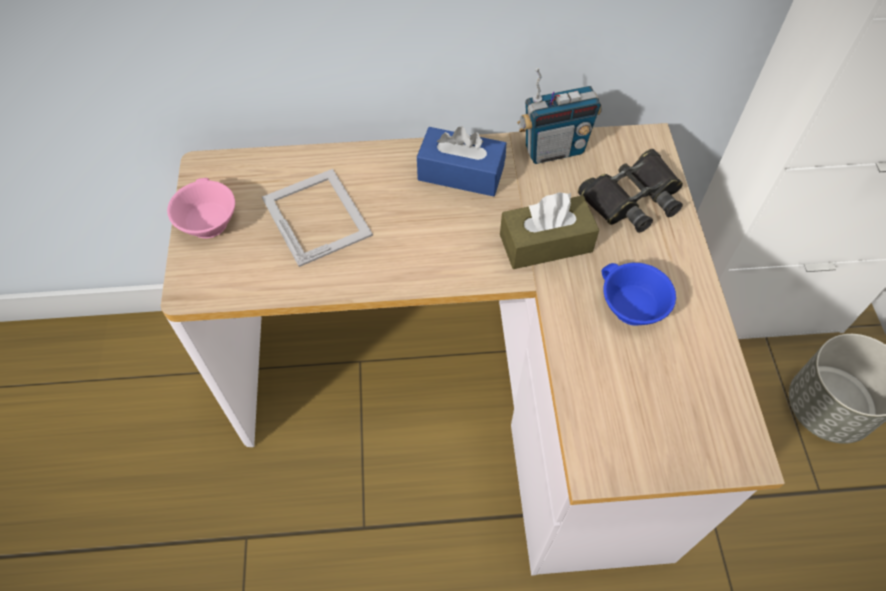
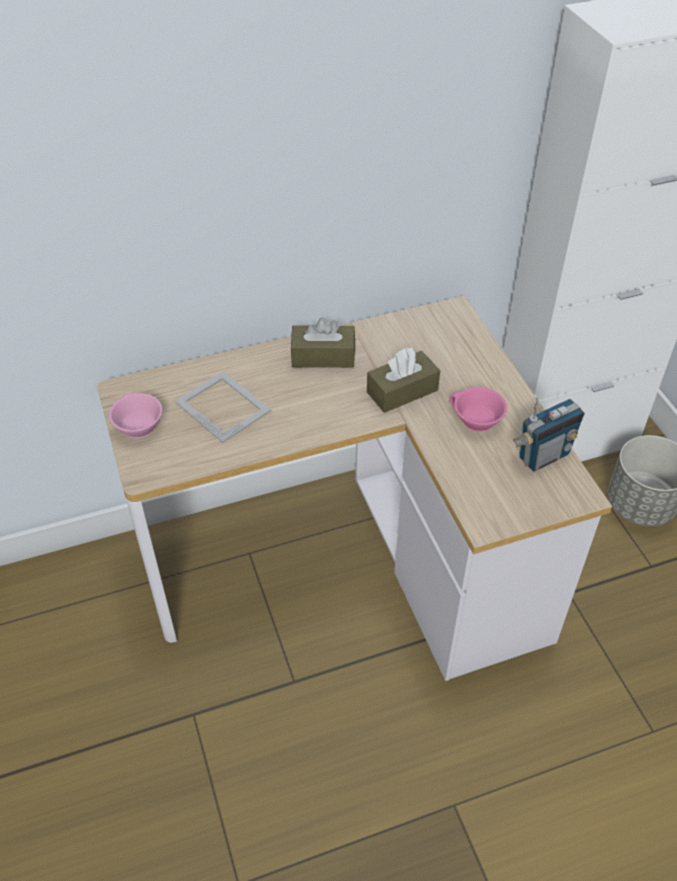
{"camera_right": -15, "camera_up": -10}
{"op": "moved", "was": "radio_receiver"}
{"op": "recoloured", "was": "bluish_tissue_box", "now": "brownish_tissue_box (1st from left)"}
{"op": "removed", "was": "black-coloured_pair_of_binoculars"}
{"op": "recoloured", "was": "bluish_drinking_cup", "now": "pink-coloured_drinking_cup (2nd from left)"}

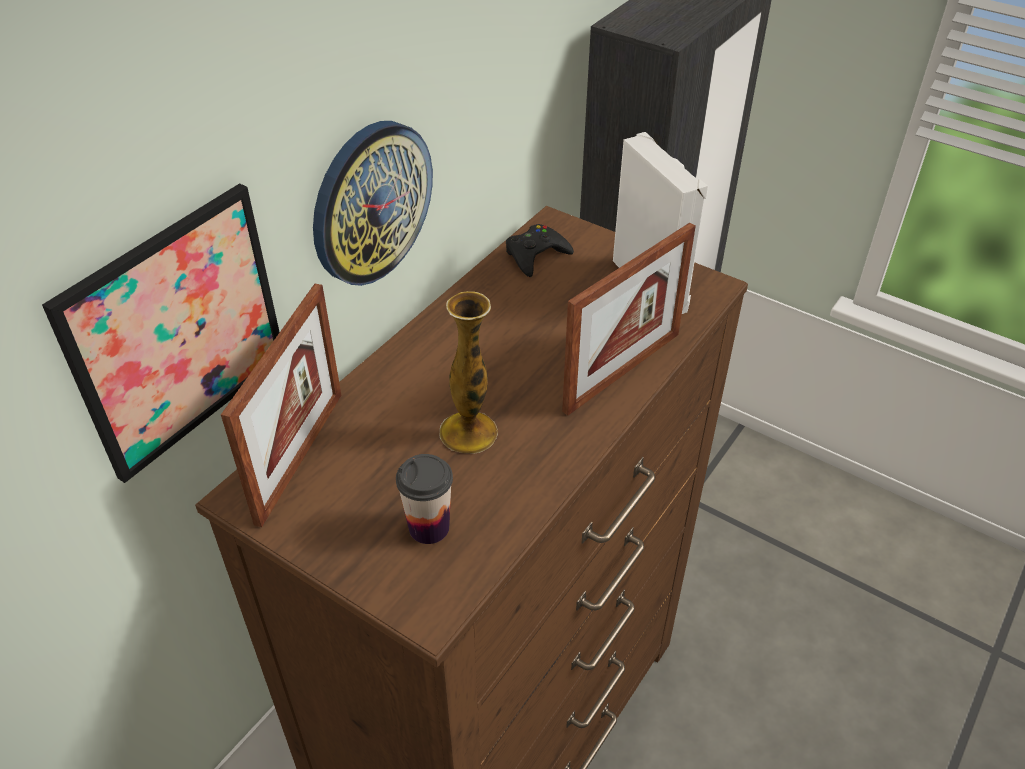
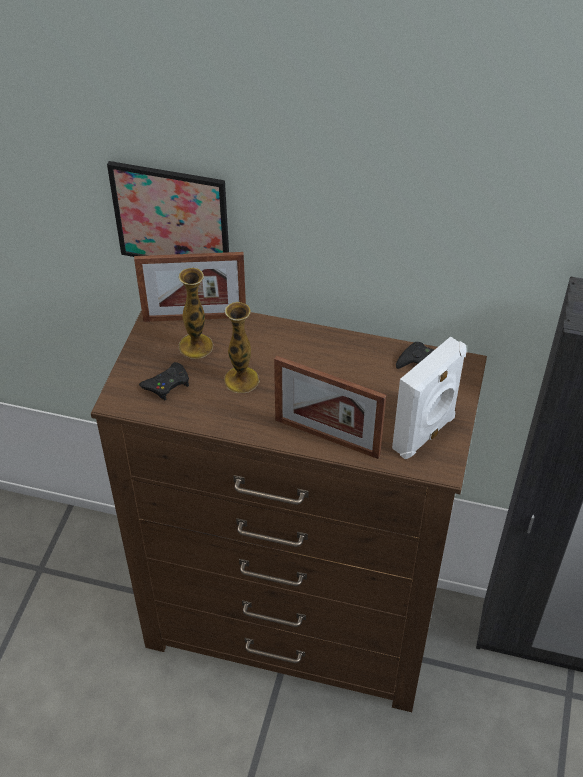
{"camera_right": 70, "camera_up": 5}
{"op": "removed", "was": "wall_clock"}
{"op": "replaced", "was": "drinking_cup", "now": "black-coloured_gamepad (1st from left)"}
{"op": "added", "now": "vase (1st from left)"}

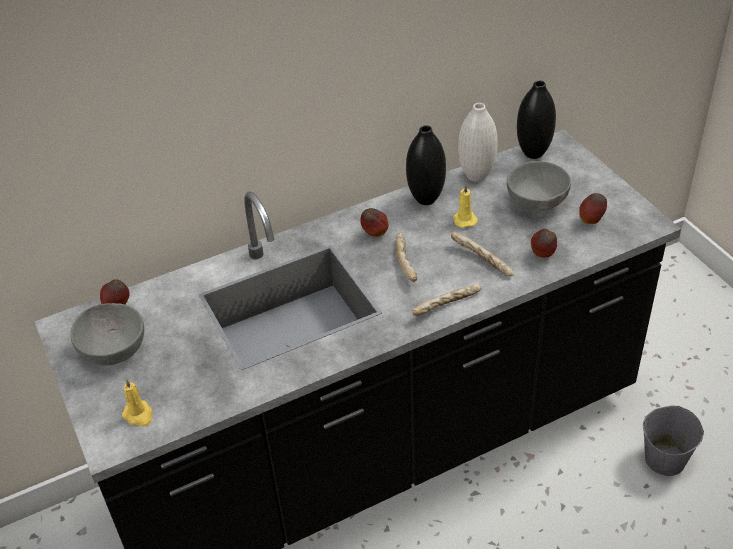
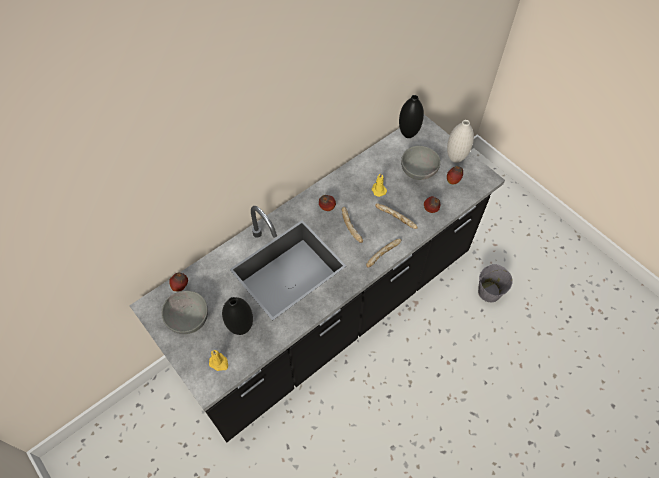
{"camera_right": -15, "camera_up": 15}
{"op": "moved", "was": "white_vase"}
{"op": "moved", "was": "black-coloured_vase (1st from left)"}

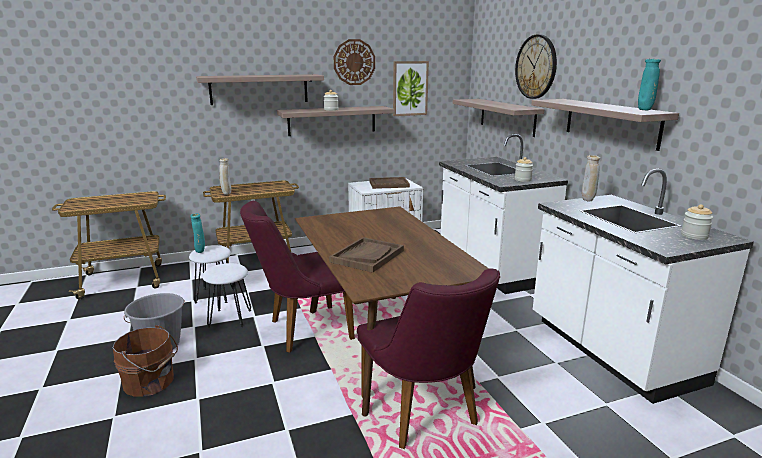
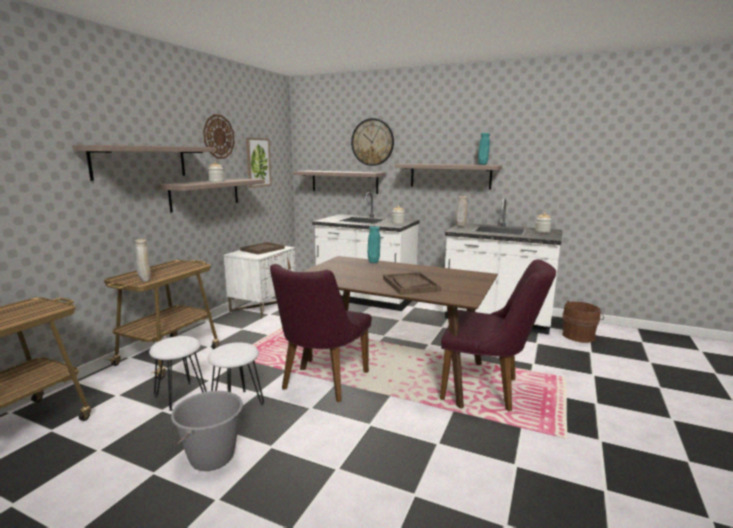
{"camera_right": -45, "camera_up": -5}
{"op": "moved", "was": "turquoise_vase (1st from left)"}
{"op": "moved", "was": "brownish_pail"}

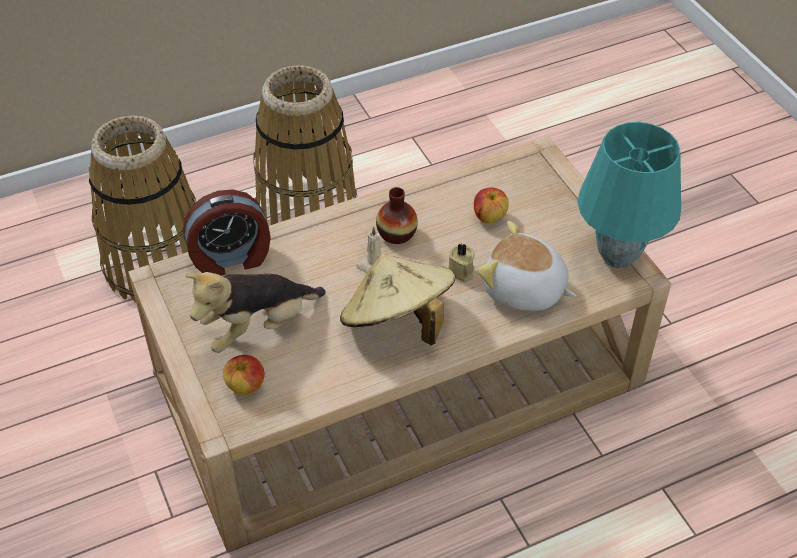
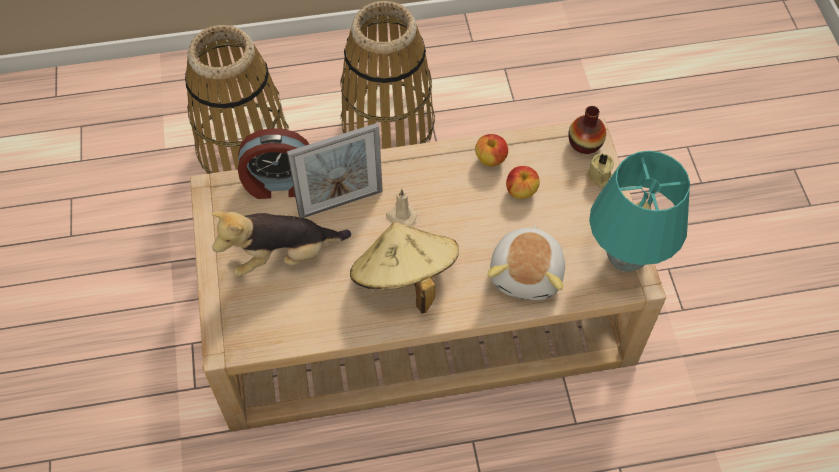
{"camera_right": 15, "camera_up": 10}
{"op": "moved", "was": "vase"}
{"op": "turned", "was": "soft_toy (2nd from left)", "clockwise": -120}
{"op": "moved", "was": "sand-coloured_wax_candle (2nd from left)"}
{"op": "moved", "was": "apple (1st from left)"}
{"op": "added", "now": "photo_frame"}

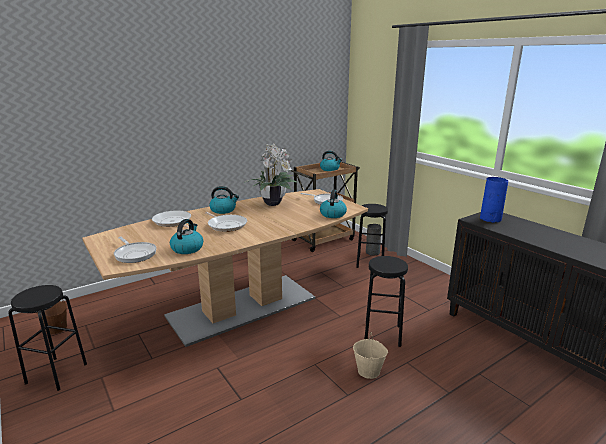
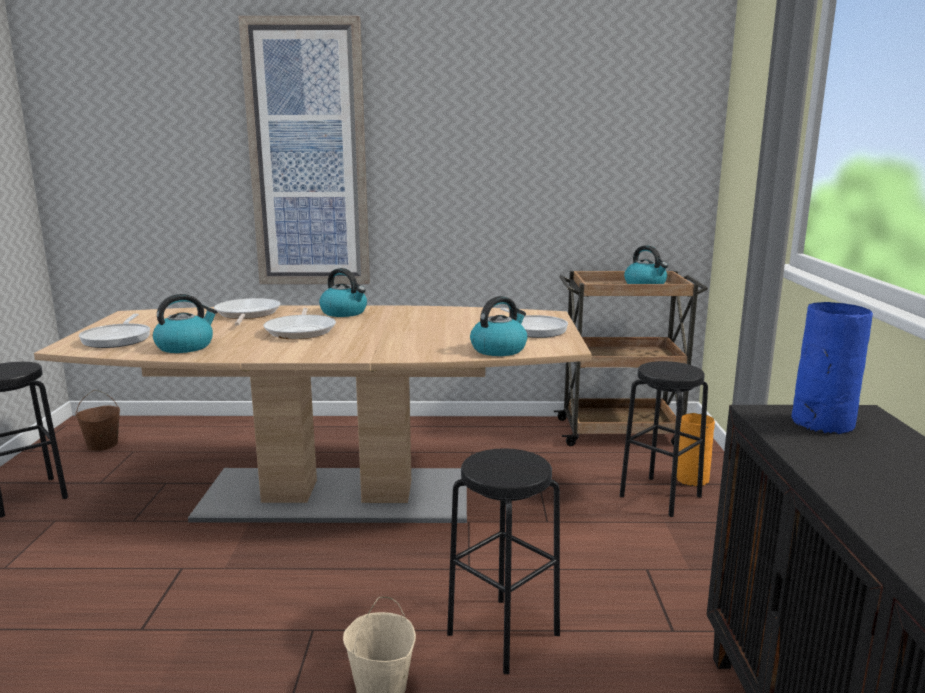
{"camera_right": 35, "camera_up": -5}
{"op": "removed", "was": "potted_plant"}
{"op": "recoloured", "was": "grey_vase", "now": "orangey_vase"}
{"op": "added", "now": "wall_picture"}

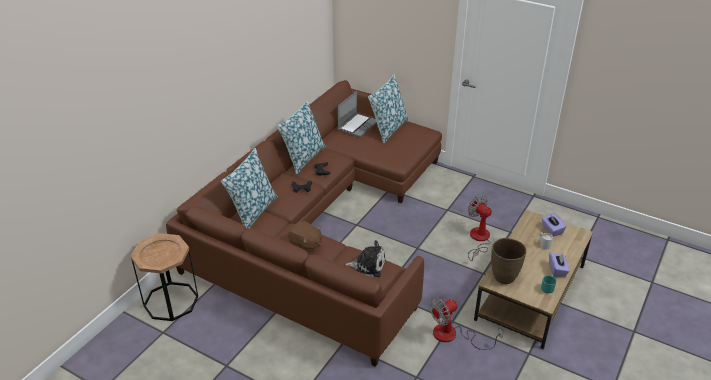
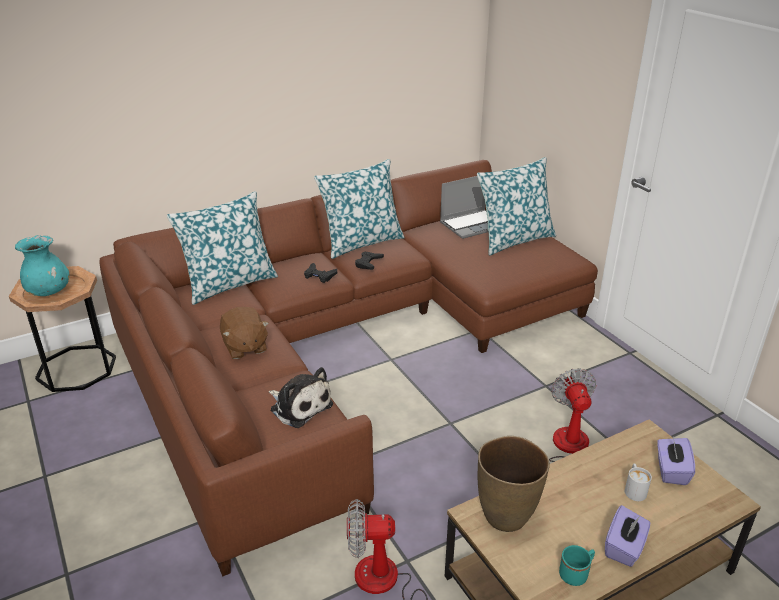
{"camera_right": 30, "camera_up": -5}
{"op": "added", "now": "turquoise_vase"}

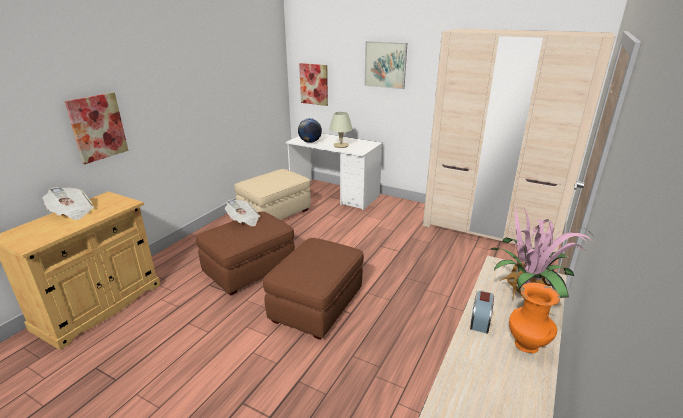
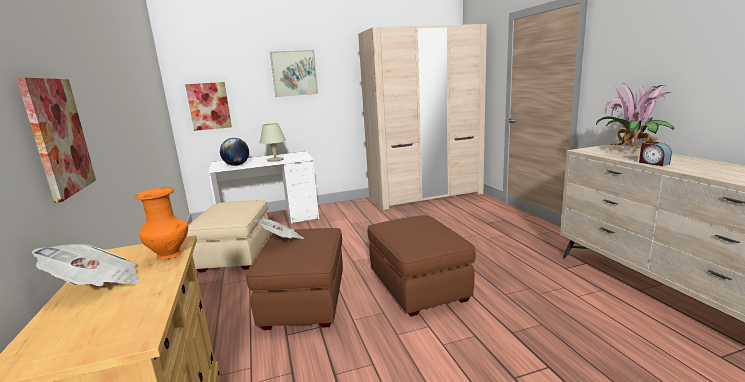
{"camera_right": -45, "camera_up": -10}
{"op": "moved", "was": "orangey_vase"}

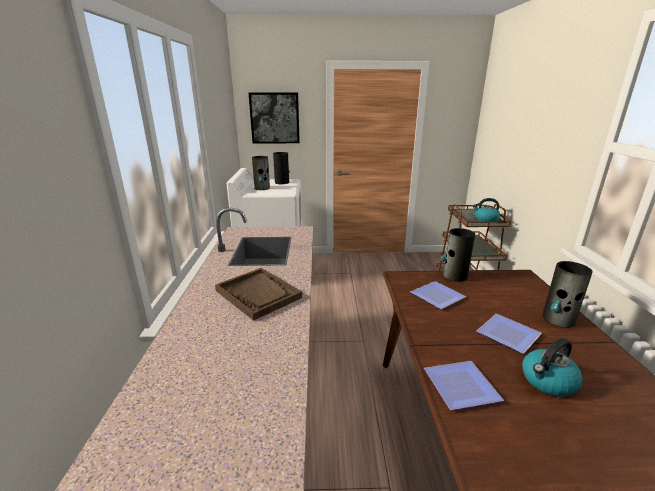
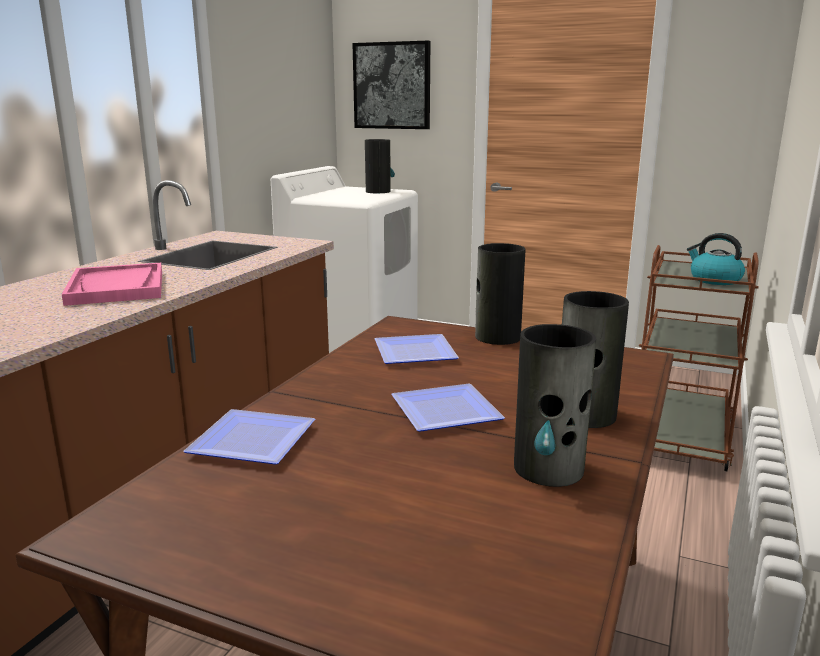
{"camera_right": 25, "camera_up": -5}
{"op": "moved", "was": "vase (1st from left in the first image)", "now": "vase (3rd from left)"}
{"op": "recoloured", "was": "brownish_serving_tray", "now": "pink-coloured_serving_tray"}
{"op": "removed", "was": "tea_kettle (2nd from left)"}

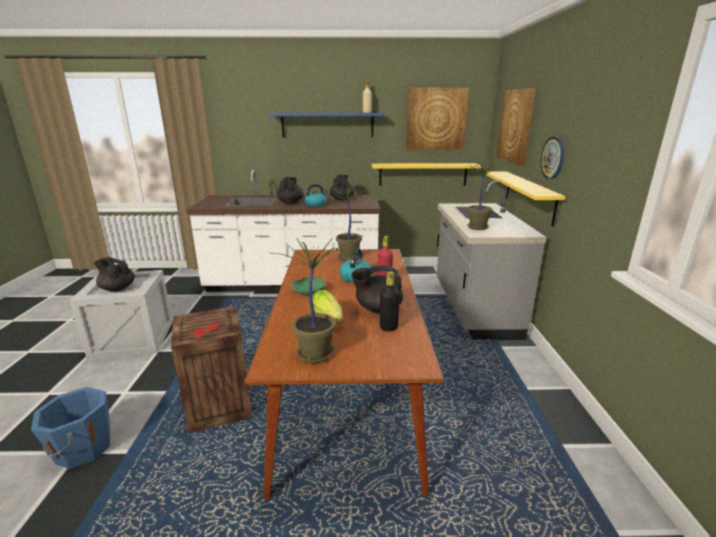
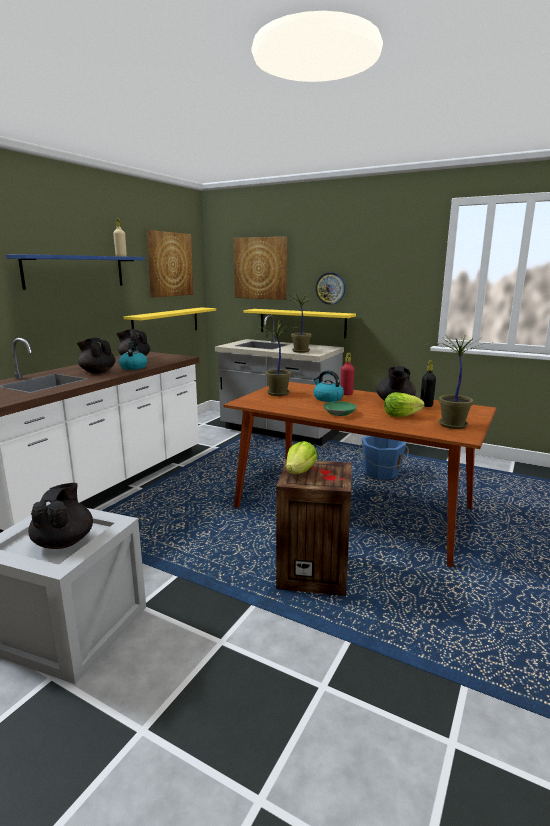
{"camera_right": -60, "camera_up": -5}
{"op": "turned", "was": "black-coloured_teapot (1st from left)", "clockwise": 120}
{"op": "moved", "was": "bluish_pail"}
{"op": "added", "now": "lettuce_head (1st from left)"}

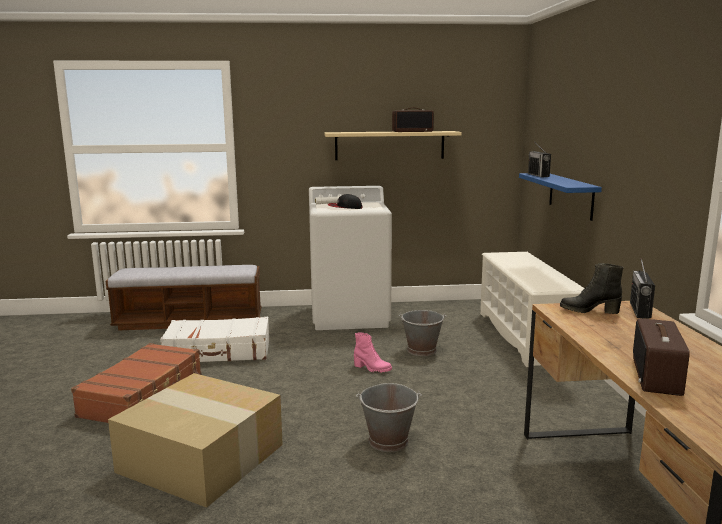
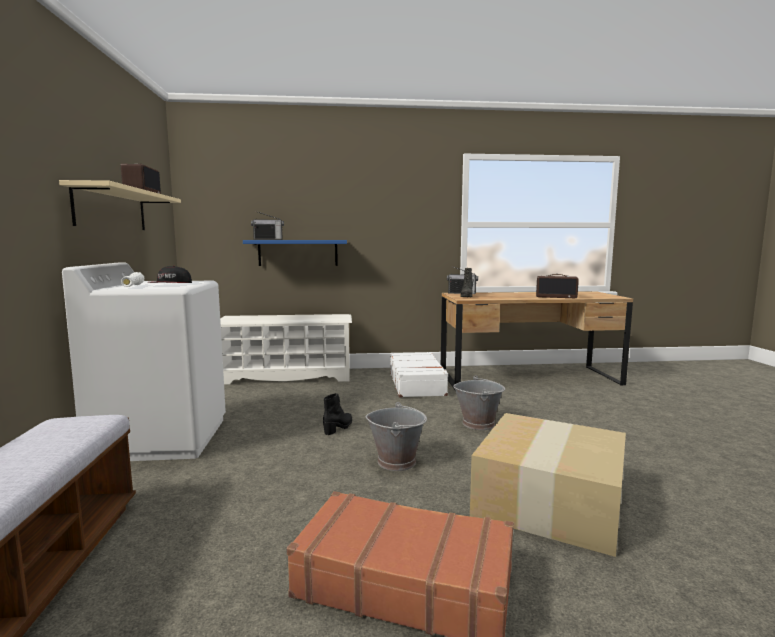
{"camera_right": -90, "camera_up": -5}
{"op": "moved", "was": "grey_pail (2nd from left in the first image)", "now": "grey_pail (1st from left)"}
{"op": "moved", "was": "white_travel_case"}
{"op": "recoloured", "was": "pink-coloured_high-top_boot", "now": "black-coloured_high-top_boot (1st from left)"}

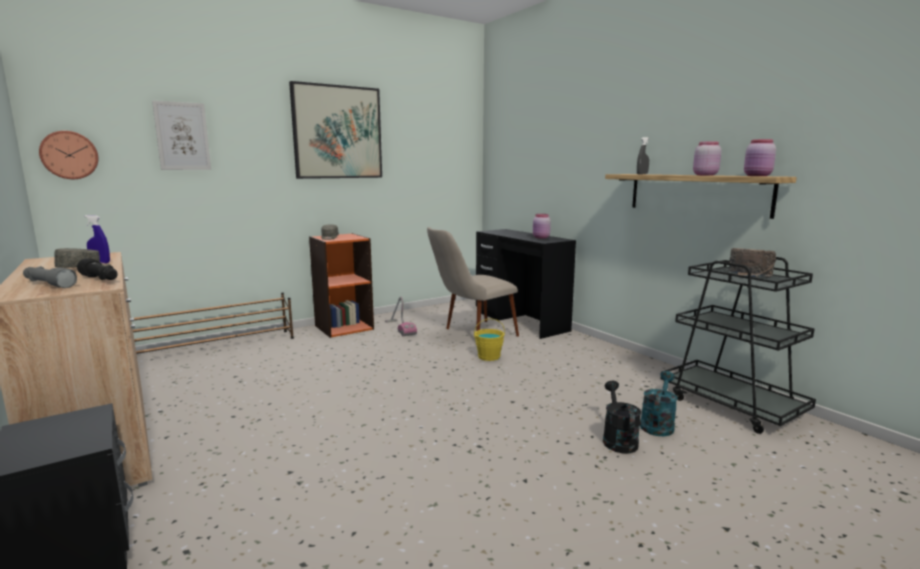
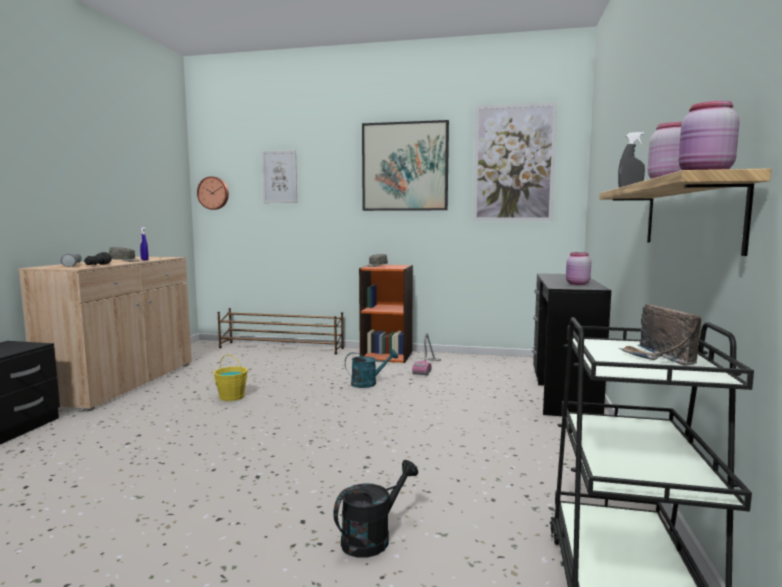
{"camera_right": 45, "camera_up": -5}
{"op": "removed", "was": "sand-coloured_chair"}
{"op": "moved", "was": "yellow_pail"}
{"op": "moved", "was": "turquoise_watering_pot"}
{"op": "added", "now": "wall_picture (3rd from left)"}

